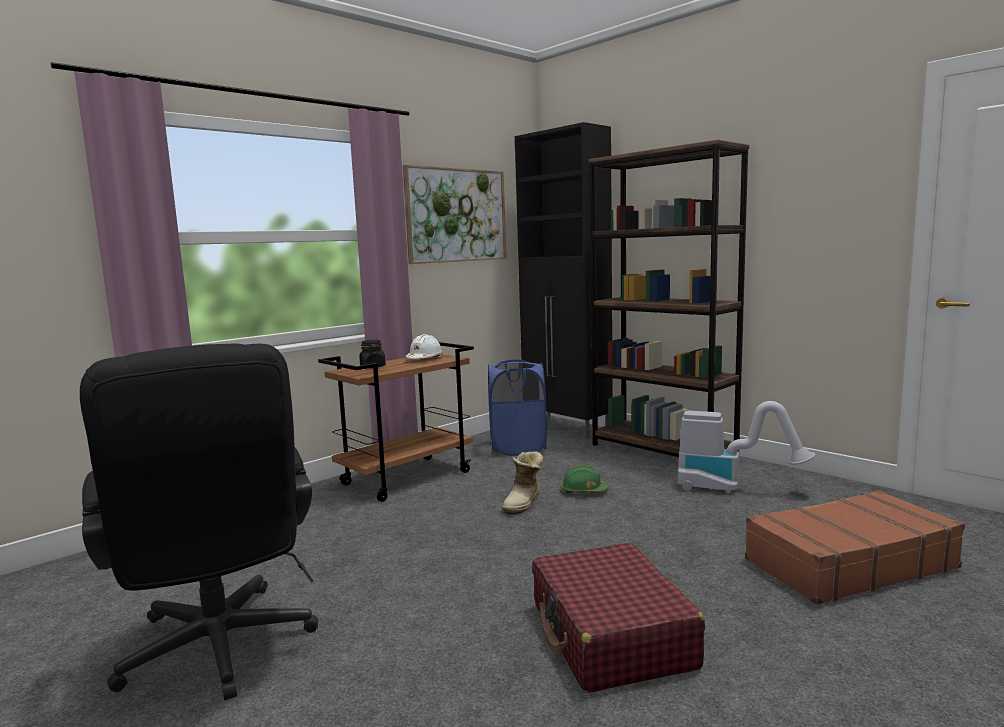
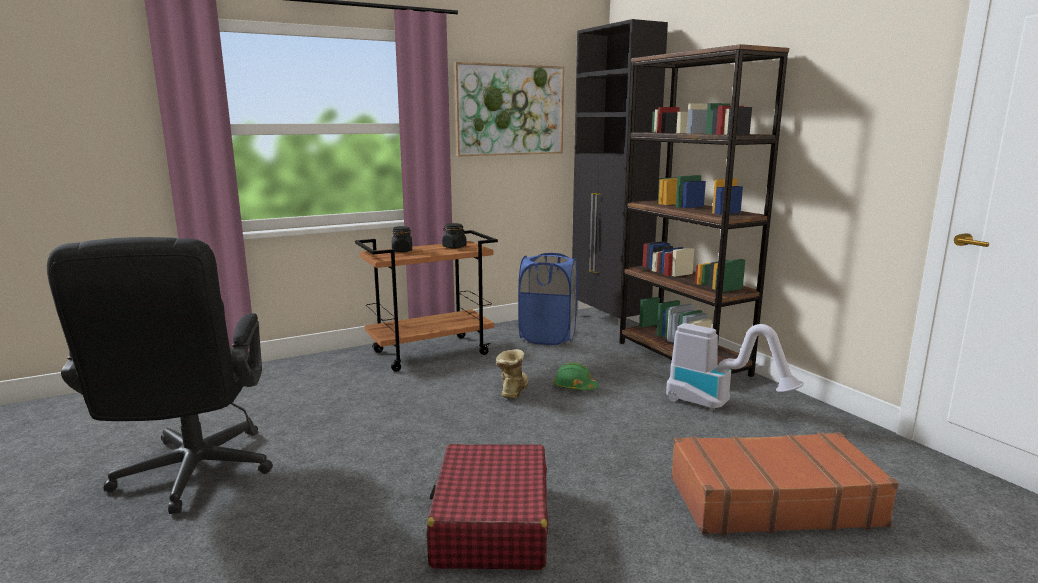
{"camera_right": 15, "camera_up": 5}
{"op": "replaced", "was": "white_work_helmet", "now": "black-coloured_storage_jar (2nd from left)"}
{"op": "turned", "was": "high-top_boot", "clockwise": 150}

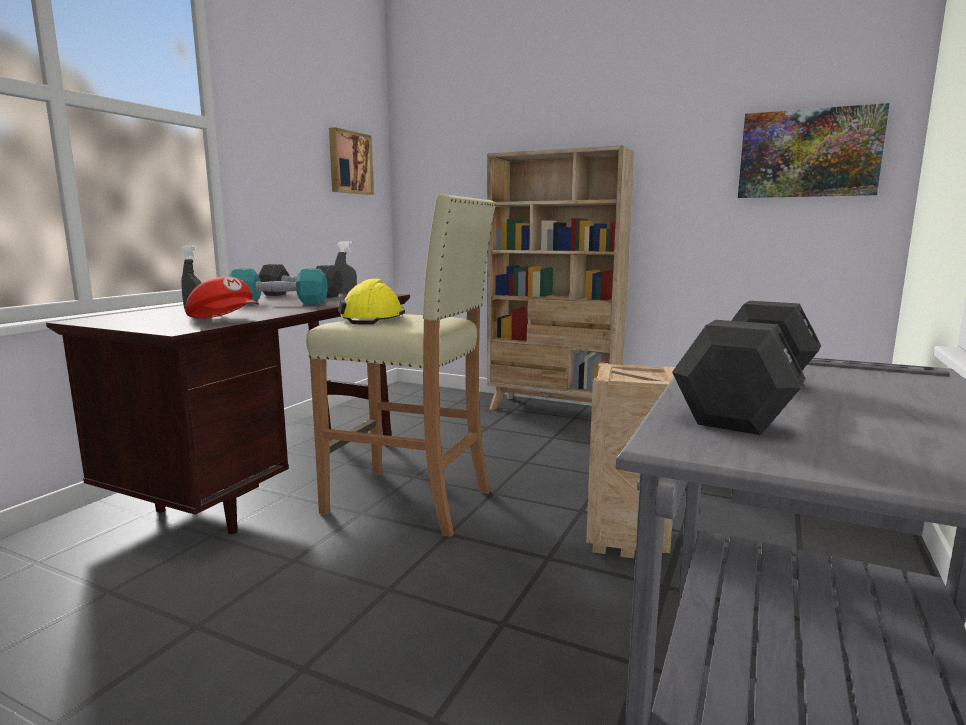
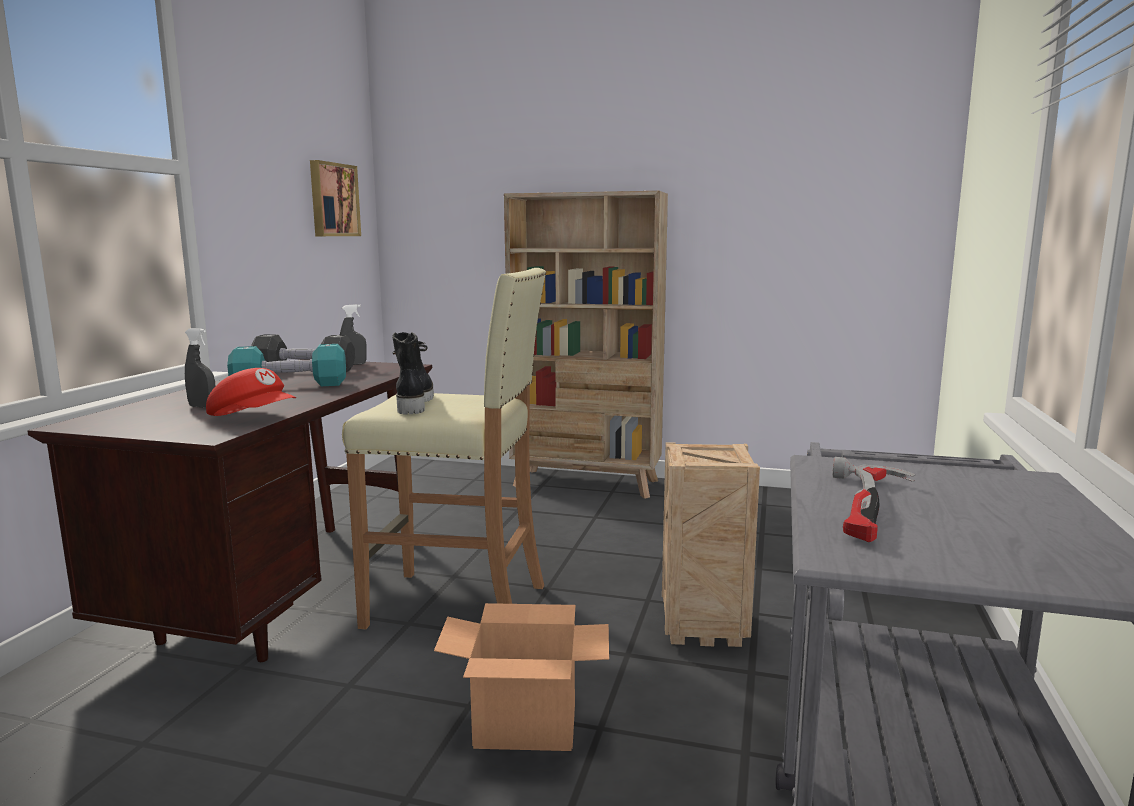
{"camera_right": -10, "camera_up": 0}
{"op": "removed", "was": "wall_picture (2nd from left)"}
{"op": "replaced", "was": "yellow_work_helmet", "now": "black-coloured_high-top_boot"}
{"op": "replaced", "was": "black-coloured_hand_weight (2nd from left)", "now": "hammer"}
{"op": "added", "now": "packing_box"}

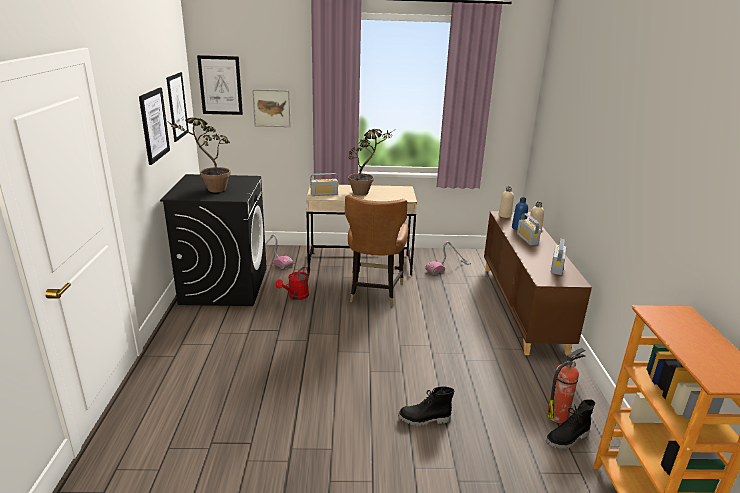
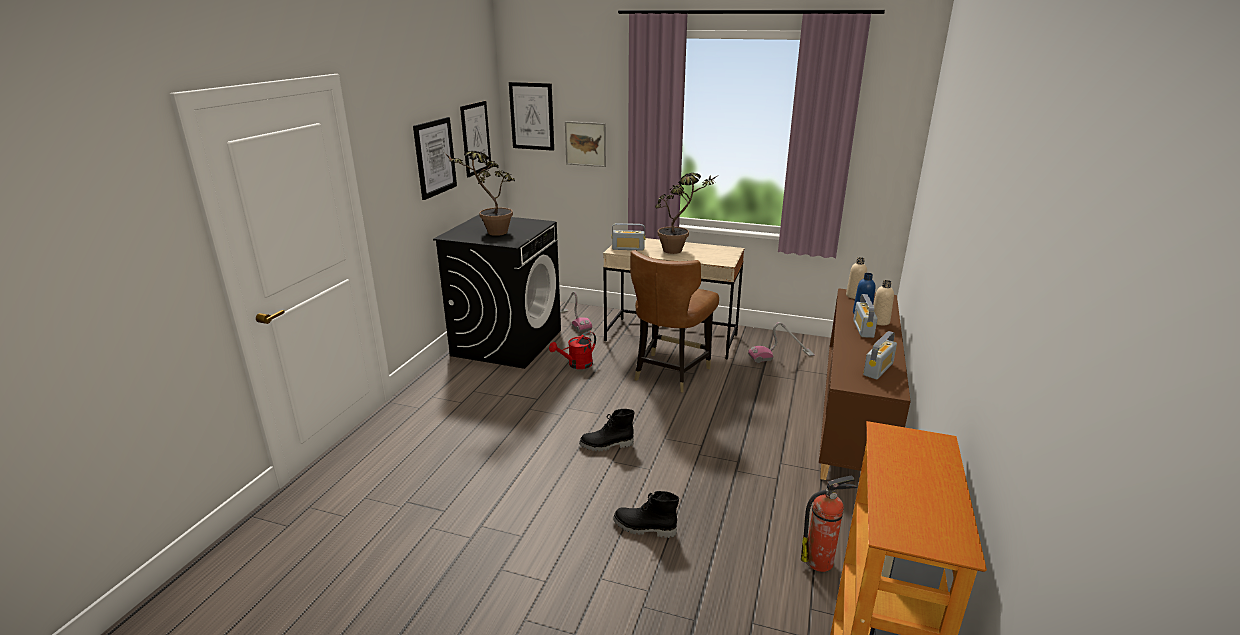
{"camera_right": 20, "camera_up": 0}
{"op": "moved", "was": "black-coloured_high-top_boot (2nd from left in the first image)", "now": "black-coloured_high-top_boot (1st from left)"}

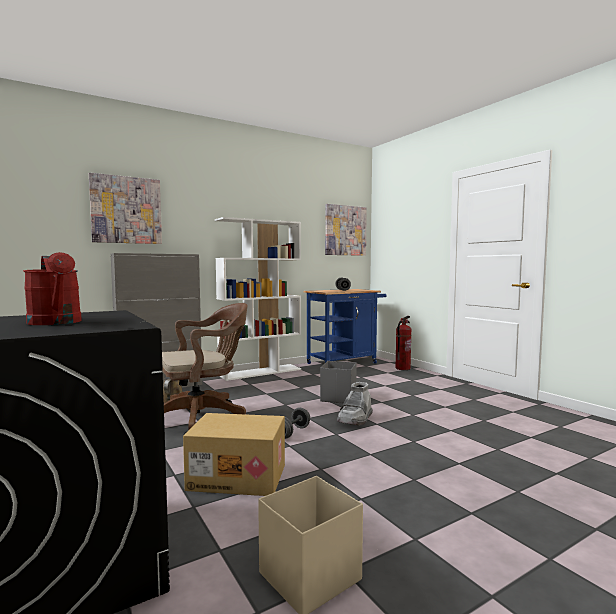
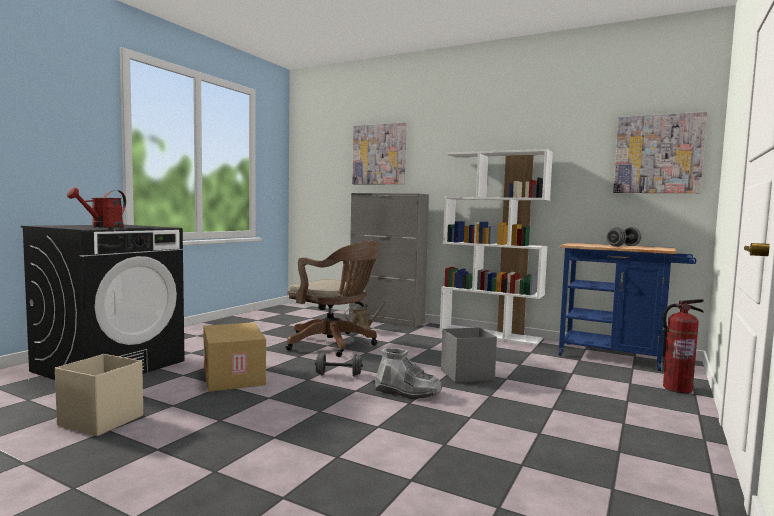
{"camera_right": 60, "camera_up": 0}
{"op": "turned", "was": "grey_high-top_boot", "clockwise": -150}

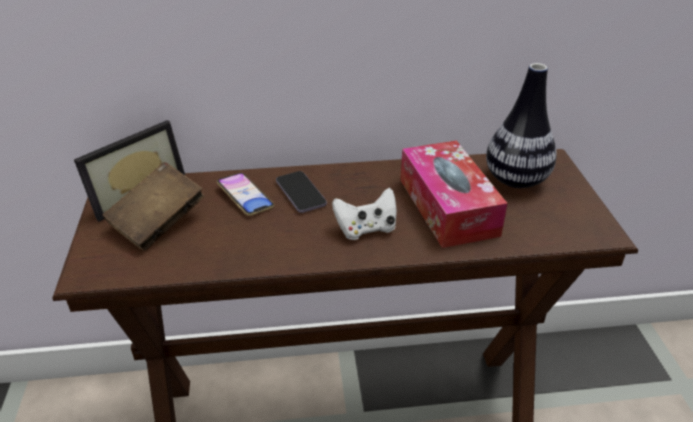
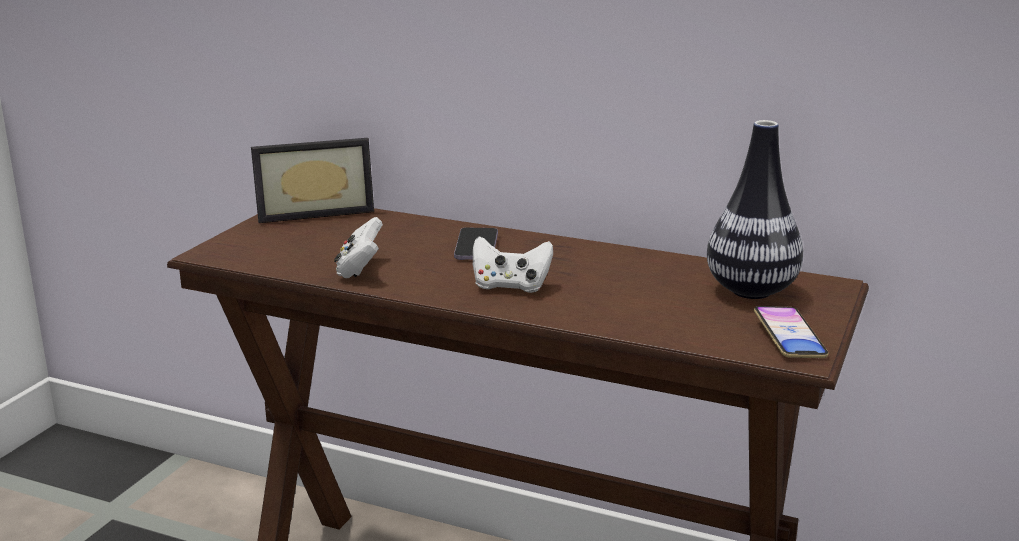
{"camera_right": 30, "camera_up": -15}
{"op": "removed", "was": "tissue_box"}
{"op": "removed", "was": "brownish_book"}
{"op": "moved", "was": "handset (1st from left in the first image)", "now": "handset (2nd from left)"}
{"op": "added", "now": "white_gamepad (1st from left)"}

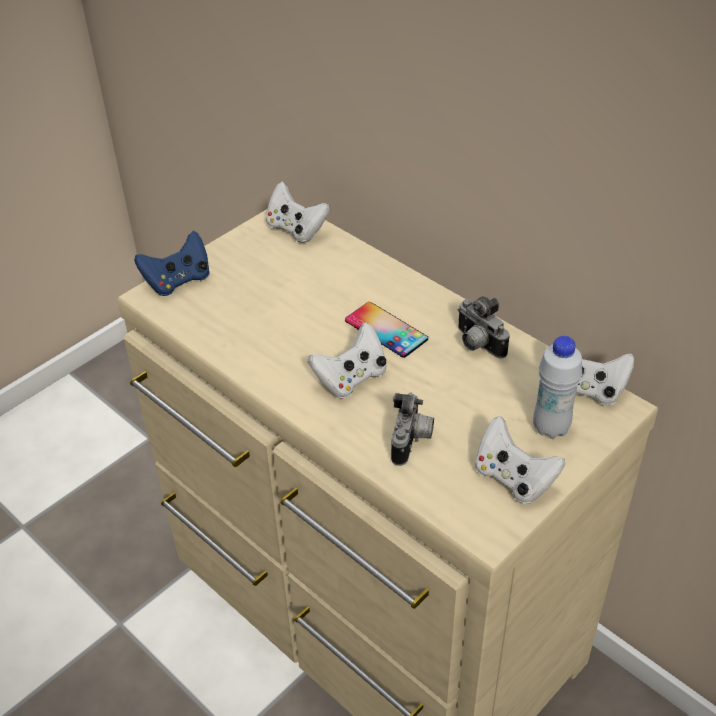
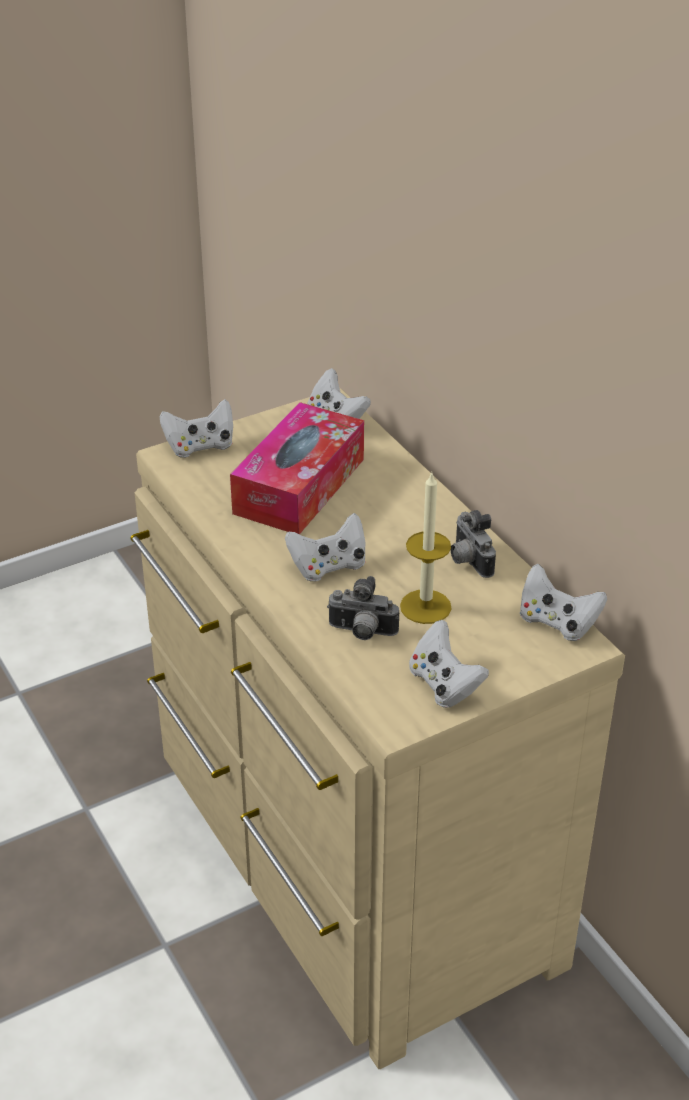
{"camera_right": 15, "camera_up": -5}
{"op": "recoloured", "was": "bluish_gamepad", "now": "white_gamepad (1st from left)"}
{"op": "removed", "was": "handset"}
{"op": "removed", "was": "white_bottle"}
{"op": "turned", "was": "still_camera (1st from left)", "clockwise": 75}
{"op": "added", "now": "tissue_box"}
{"op": "added", "now": "wax_candle"}

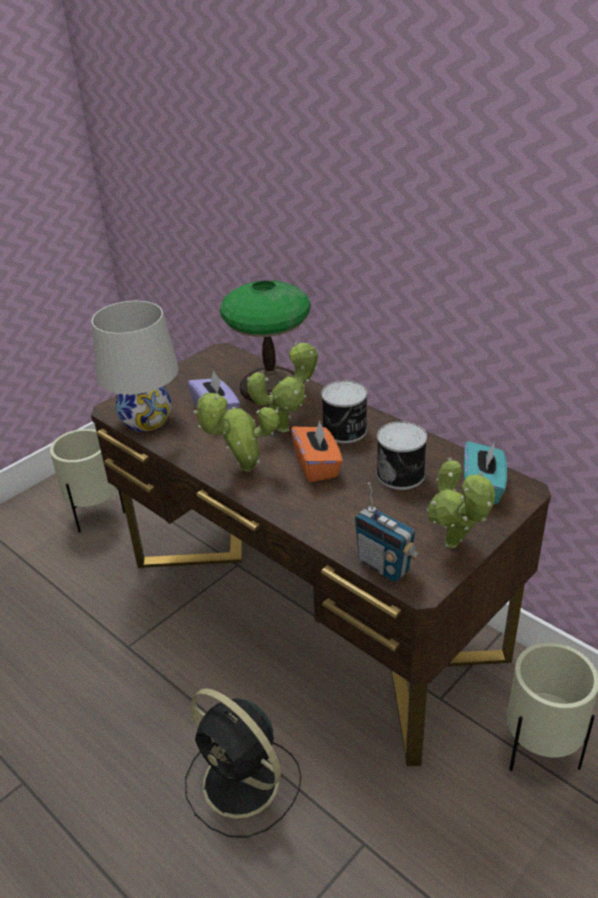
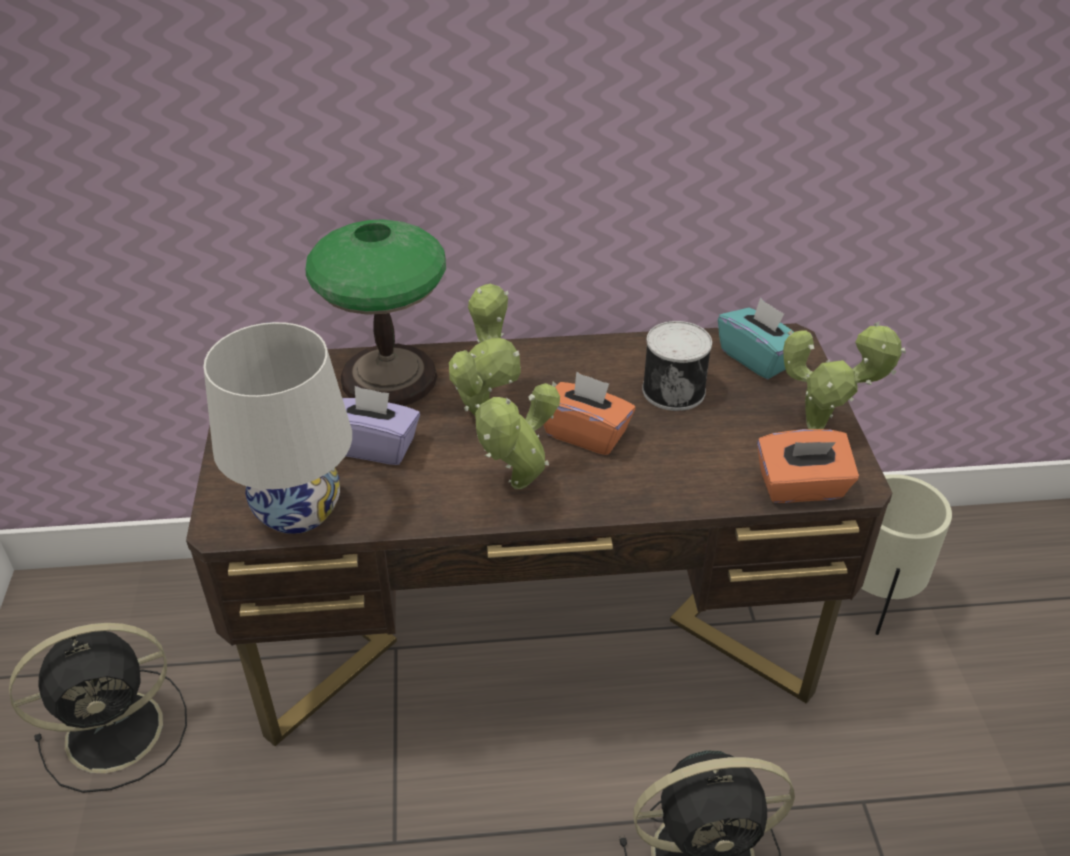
{"camera_right": -50, "camera_up": 5}
{"op": "removed", "was": "can (1st from left)"}
{"op": "replaced", "was": "sand-coloured_flower_pot (1st from left)", "now": "black-coloured_cooling_fan (1st from left)"}
{"op": "replaced", "was": "radio_receiver", "now": "orangey_tissue_box (2nd from left)"}

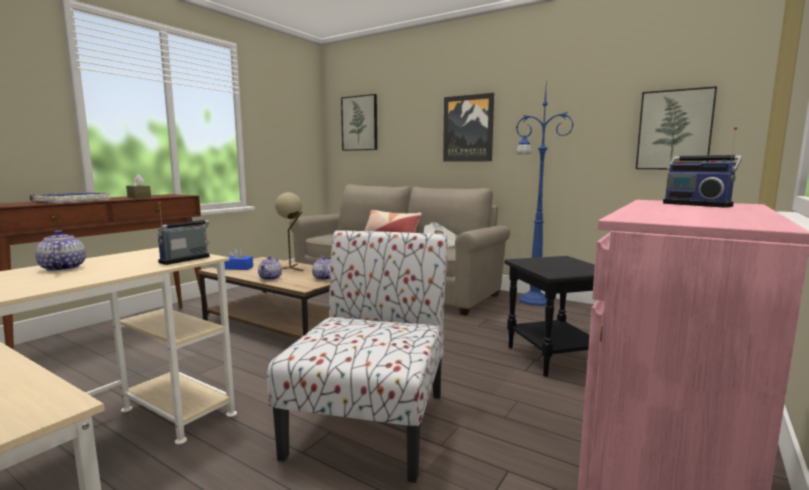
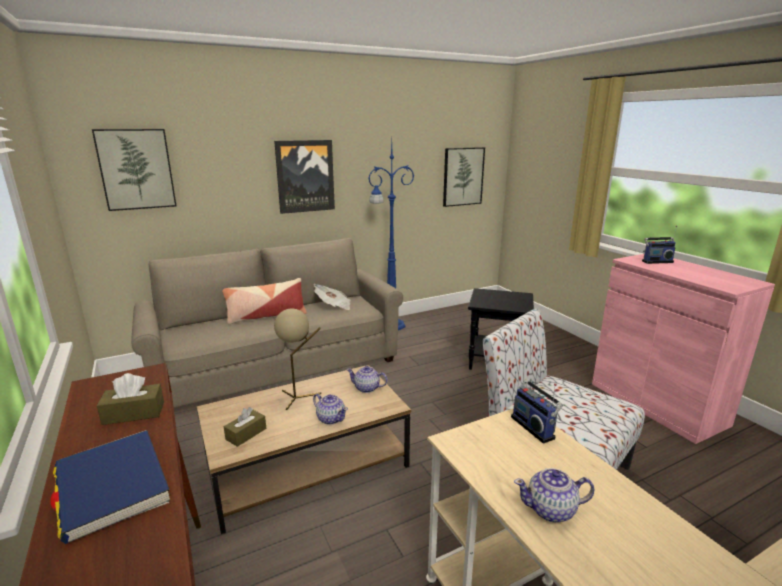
{"camera_right": -60, "camera_up": 10}
{"op": "recoloured", "was": "bluish_tissue_box", "now": "brownish_tissue_box (2nd from left)"}

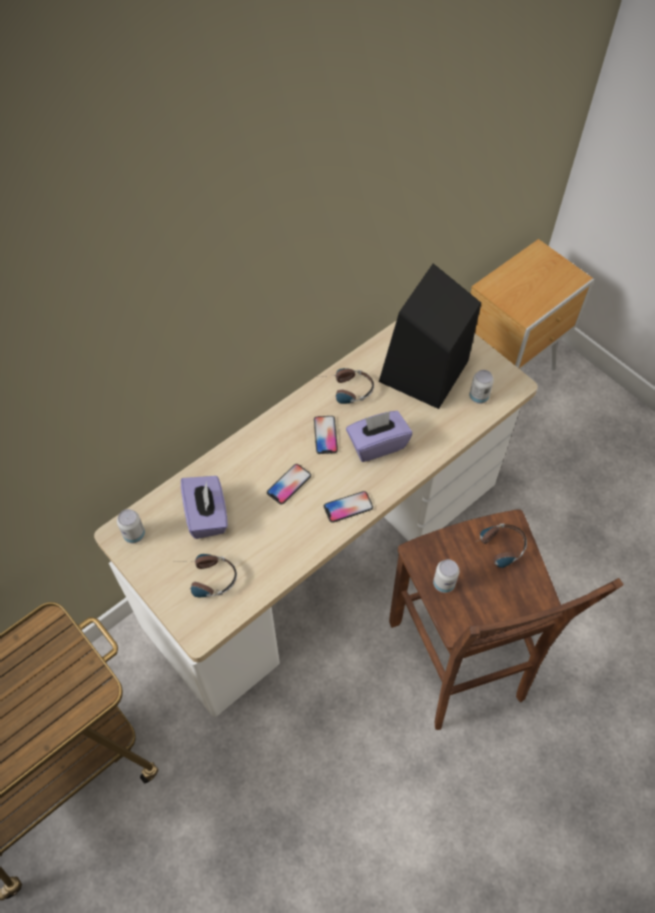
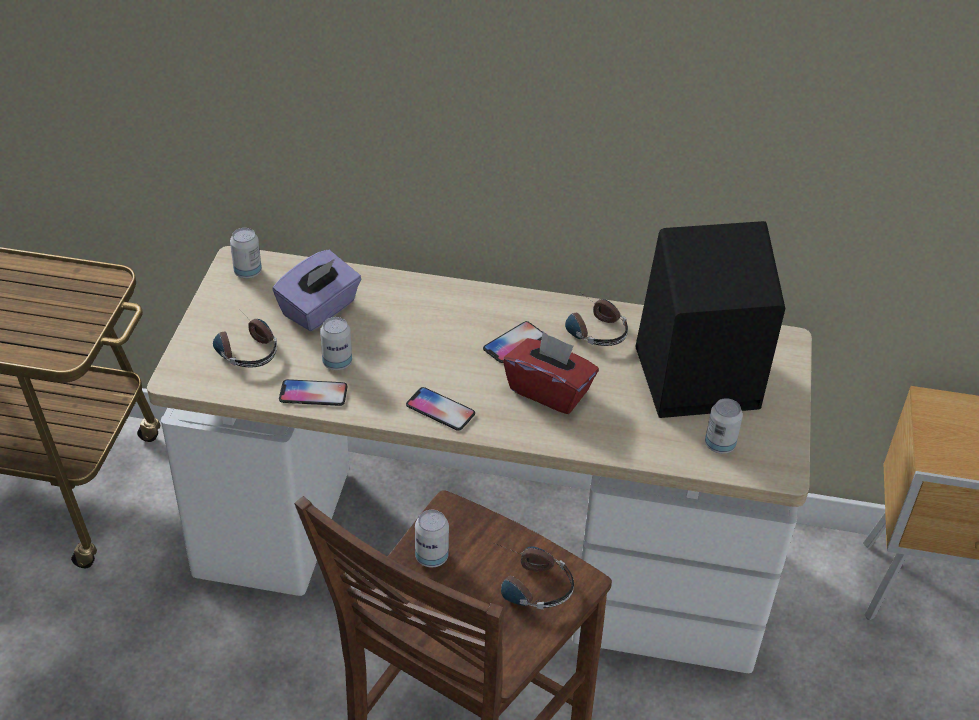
{"camera_right": 50, "camera_up": -15}
{"op": "recoloured", "was": "purple-coloured_tissue_box (2nd from left)", "now": "red_tissue_box"}
{"op": "moved", "was": "handset (1st from left)"}
{"op": "added", "now": "can (2nd from left)"}

